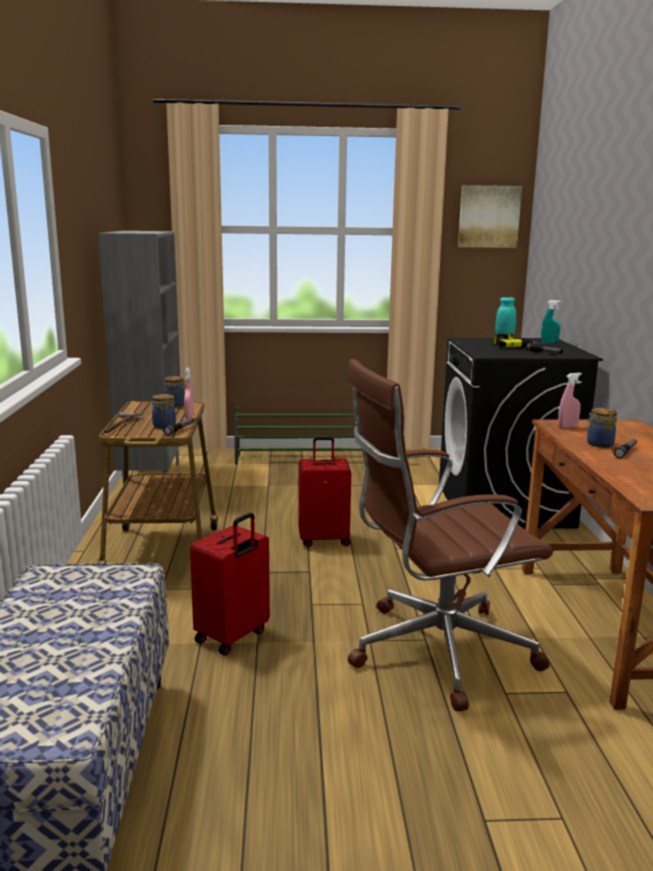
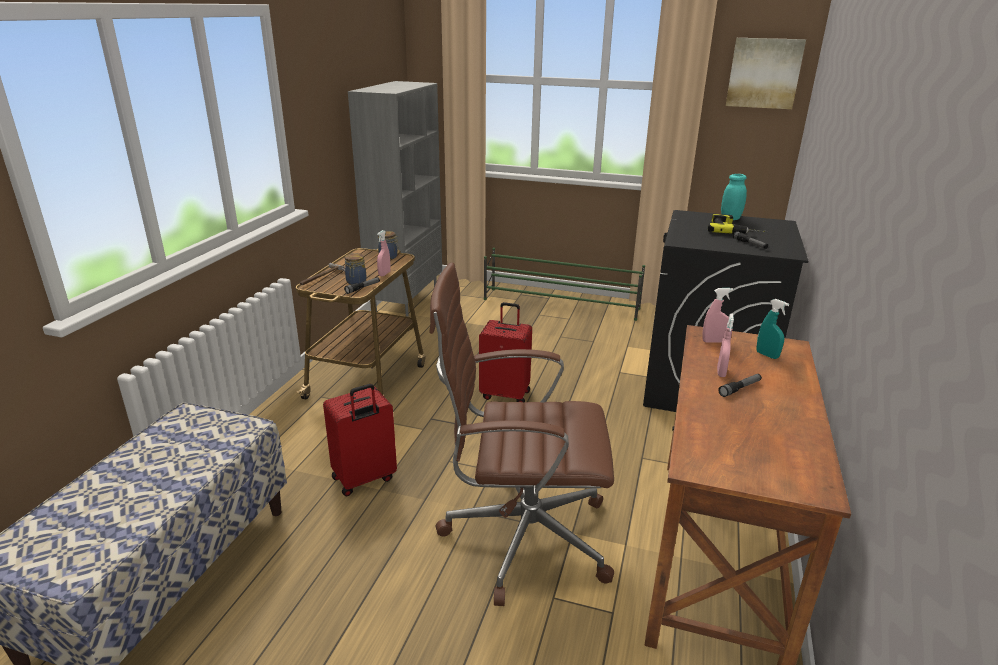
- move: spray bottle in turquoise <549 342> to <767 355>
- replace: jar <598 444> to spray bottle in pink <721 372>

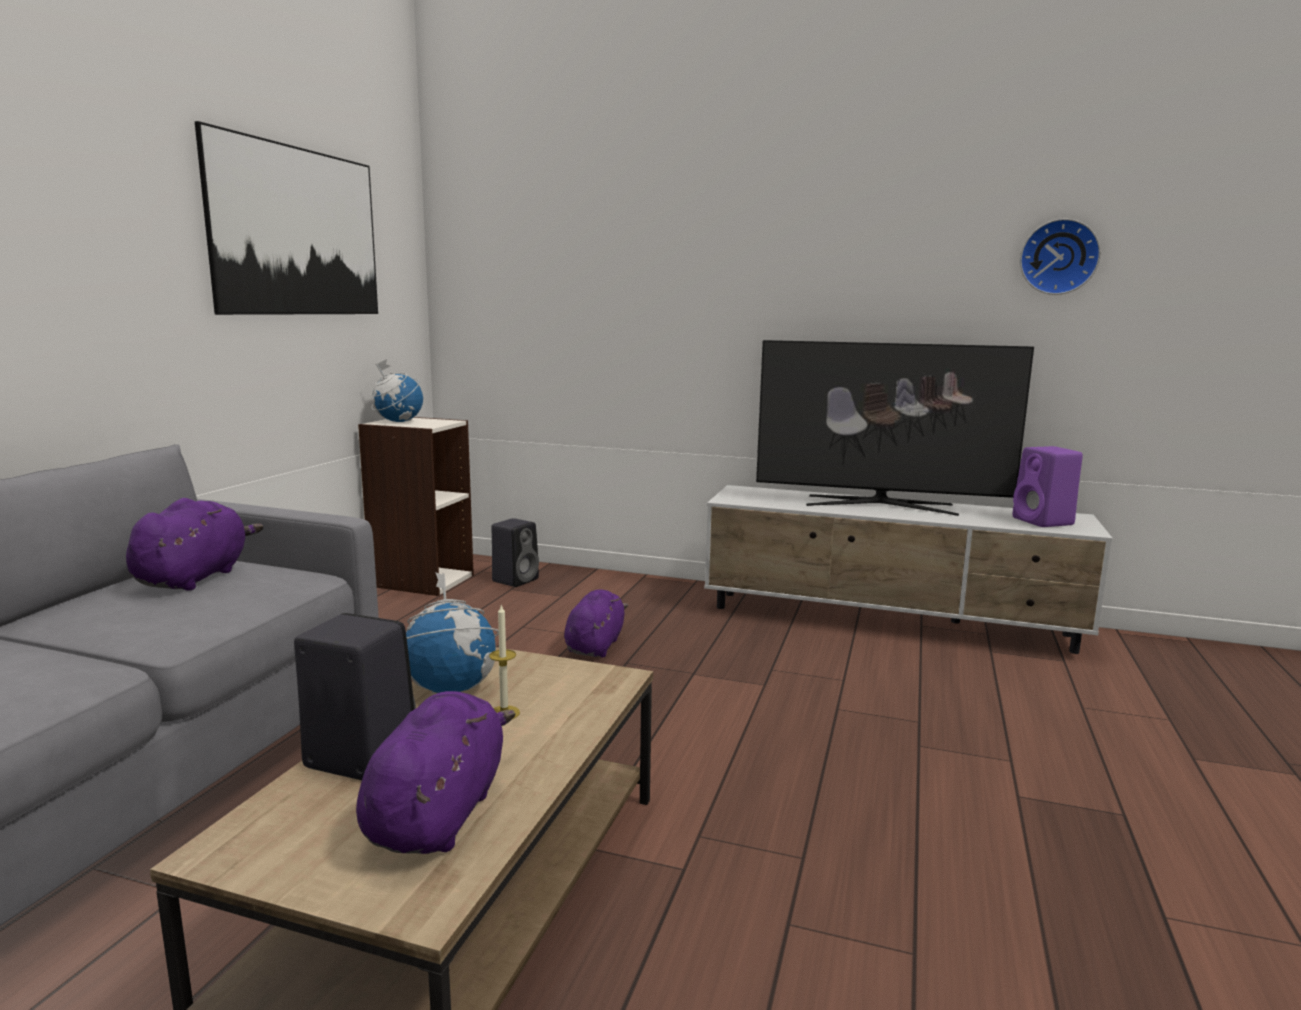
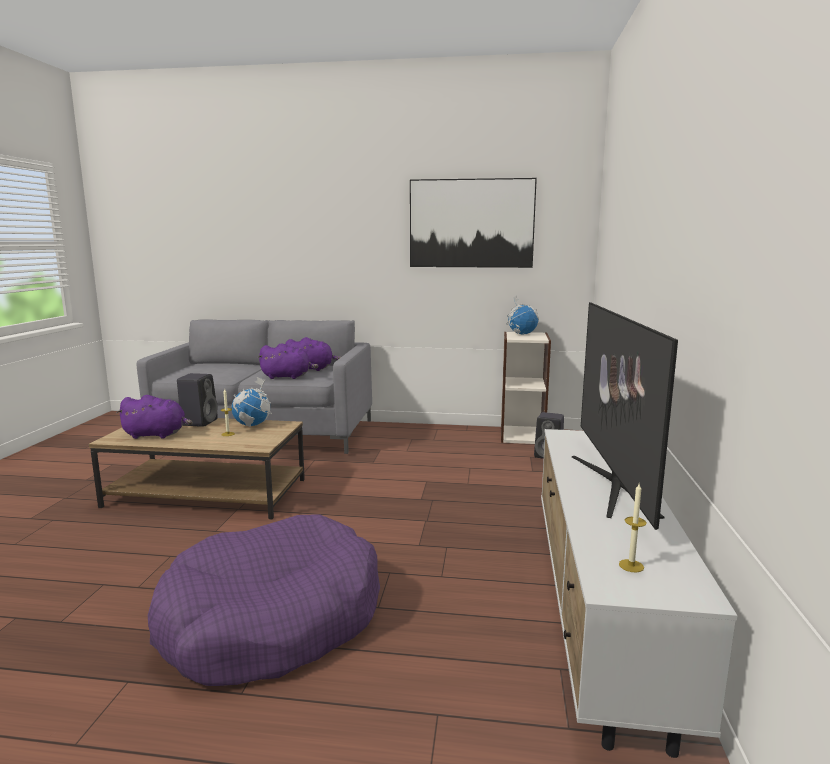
- delete: wall clock <1058 257>
- insert: dog bed in purple <271 620>
- move: plush toy in purple <595 645> to <288 377>
- replace: speaker in purple <1044 522> to candle <631 566>

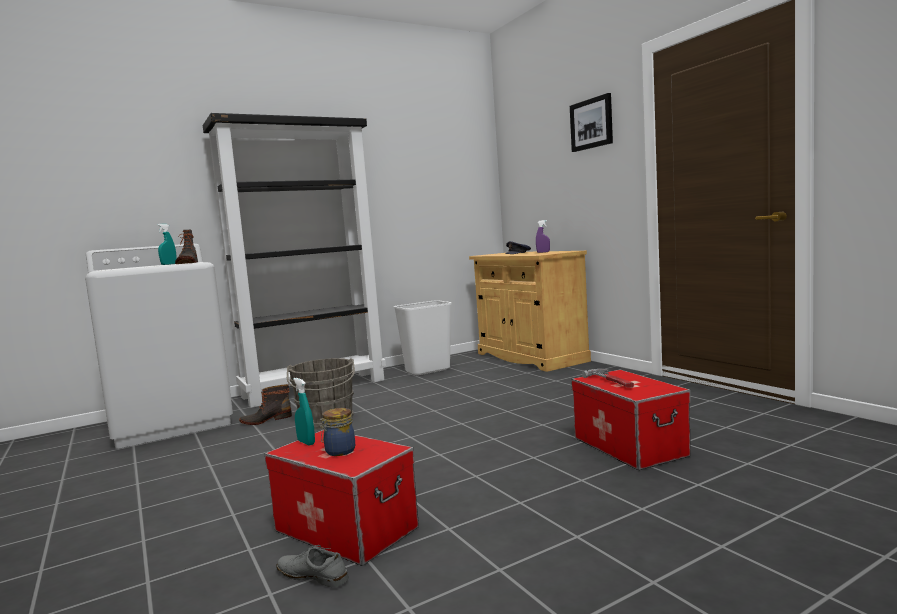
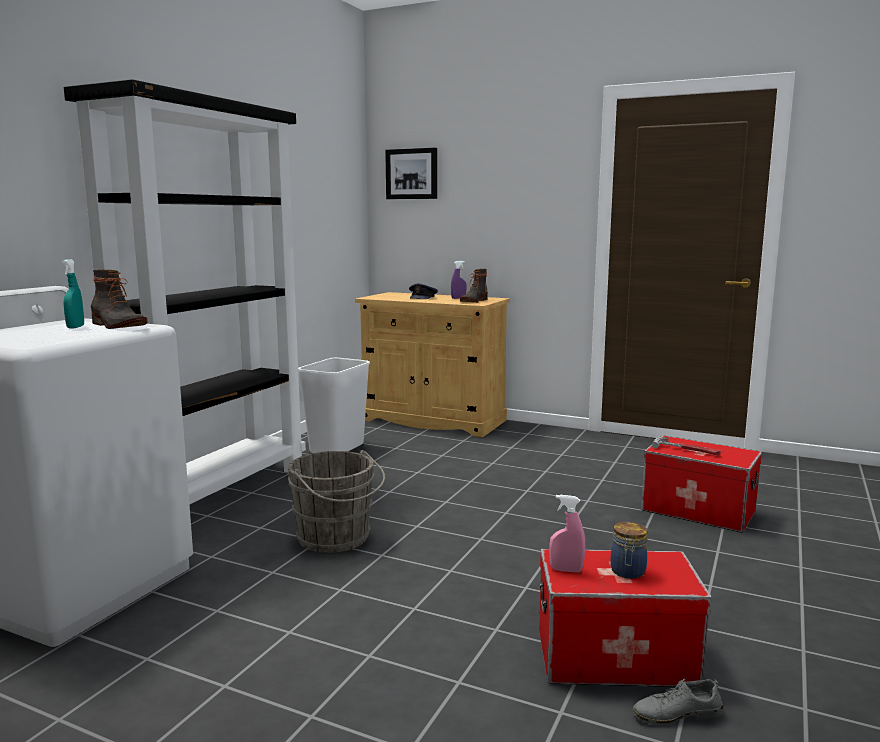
- move: boot <266 420> to <473 301>
- move: picture <591 123> to <412 174>
- recolor: spray bottle in turquoise <306 442> to spray bottle in pink <566 570>

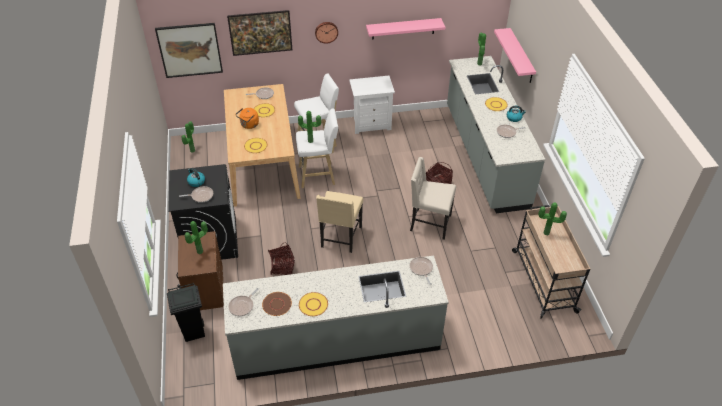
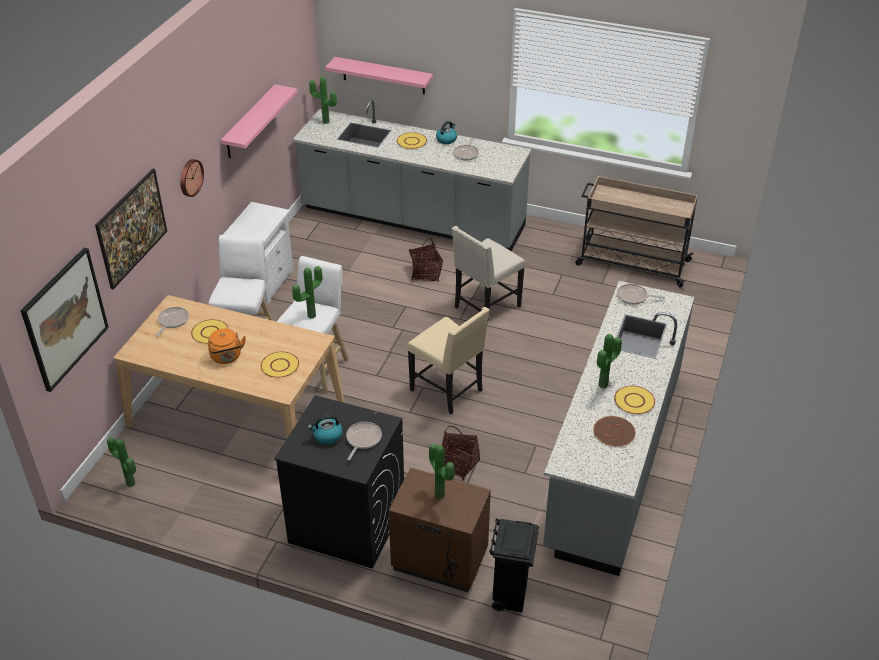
- delete: frying pan <242 306>
- move: potted plant <546 234> to <604 385>

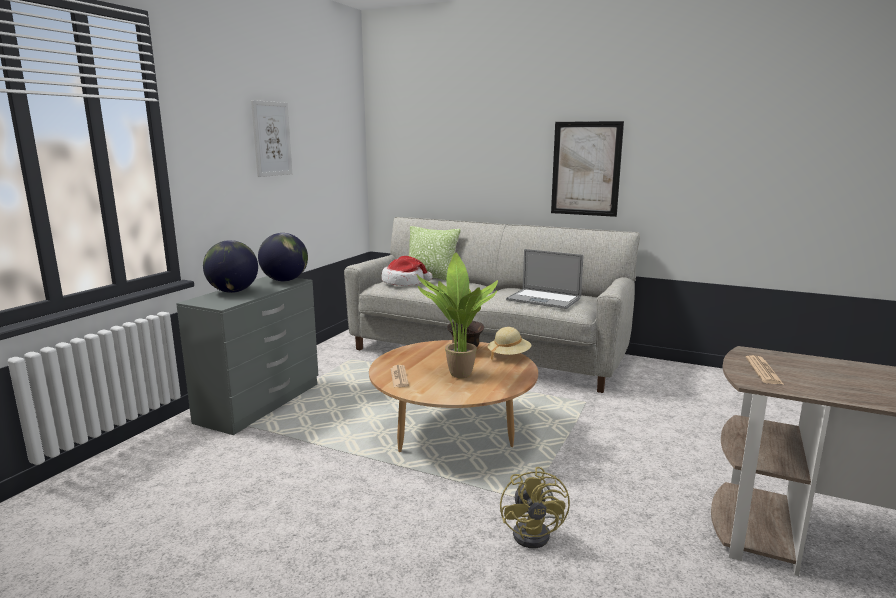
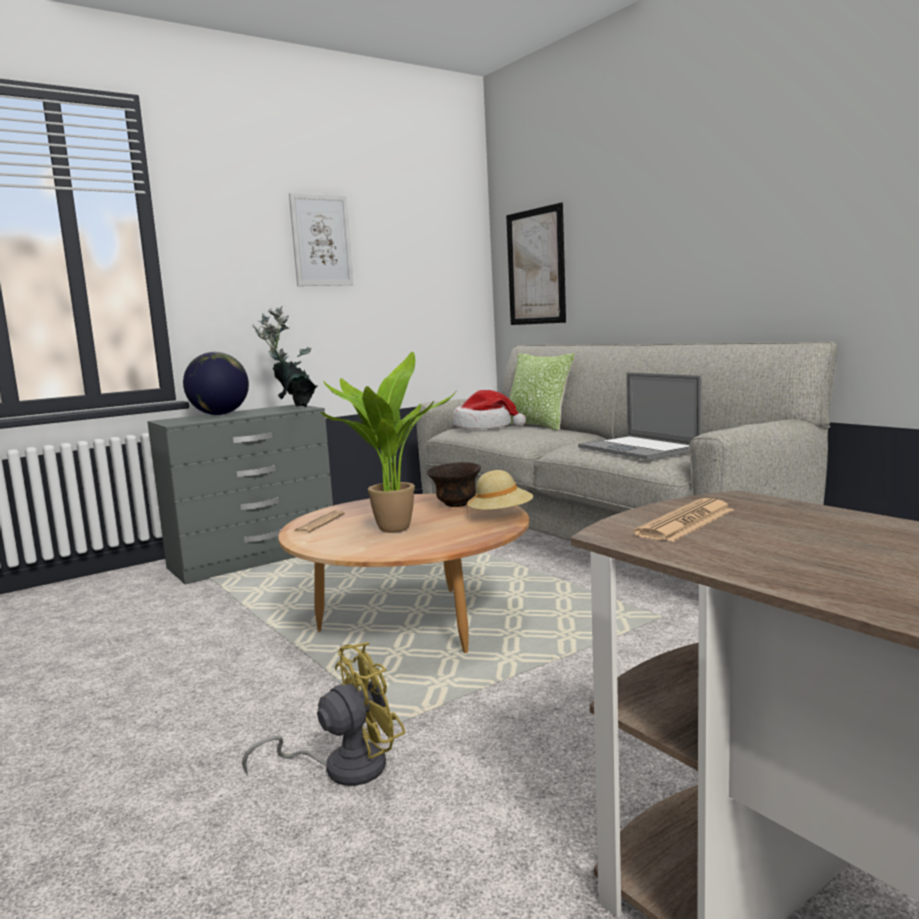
- move: picture <586 169> to <536 267>
- replace: globe <285 280> to potted plant <294 408>
- rotate: fan in yellow <536 533> = <343 767> 150 degrees counterclockwise

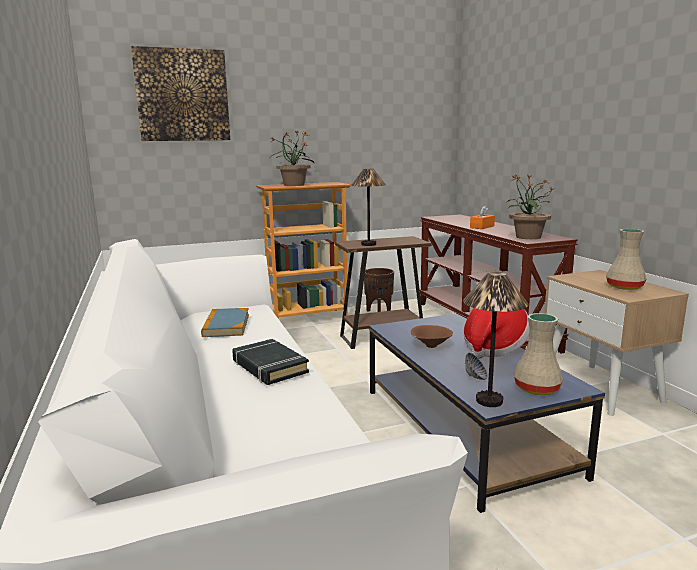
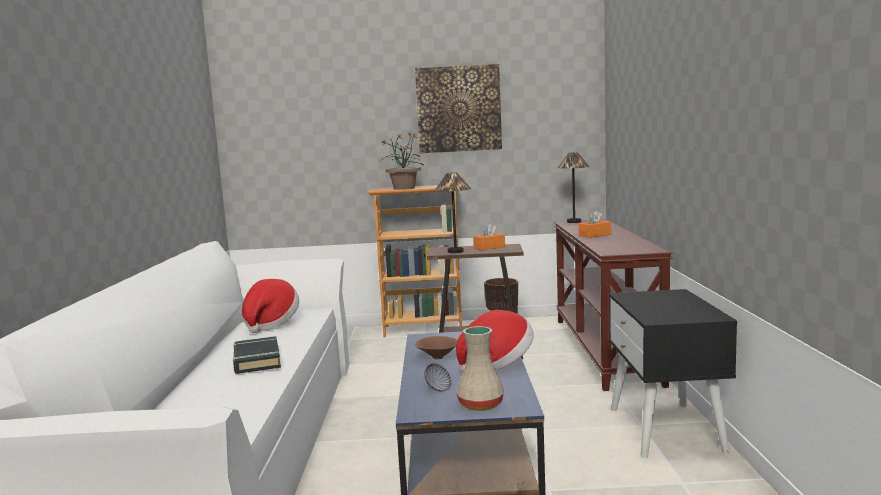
- delete: potted plant <527 237>
- delete: vase in beige <625 287>
- insert: tissue box in orange <489 247>
- move: picture <182 95> to <458 109>
- move: table lamp <490 401> to <574 222>
- replace: book <226 325> to hat <270 324>
- recolor: nightstand in beige <601 388> to nightstand in black <666 429>

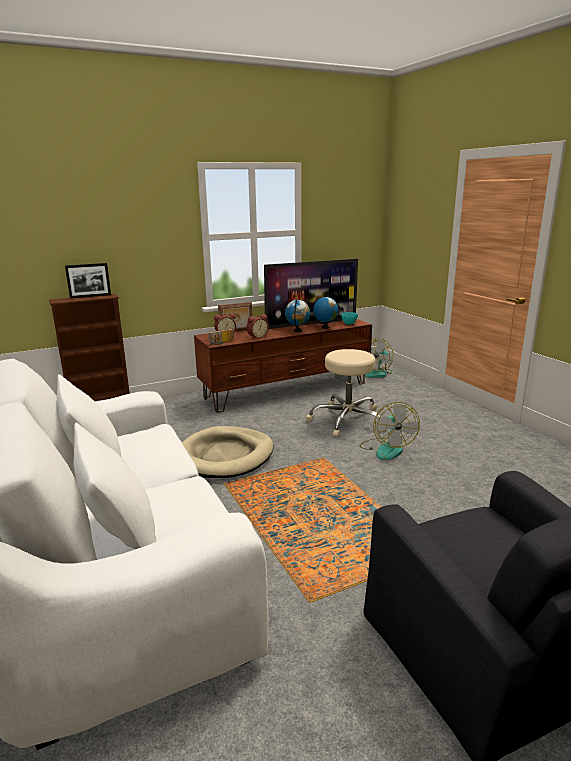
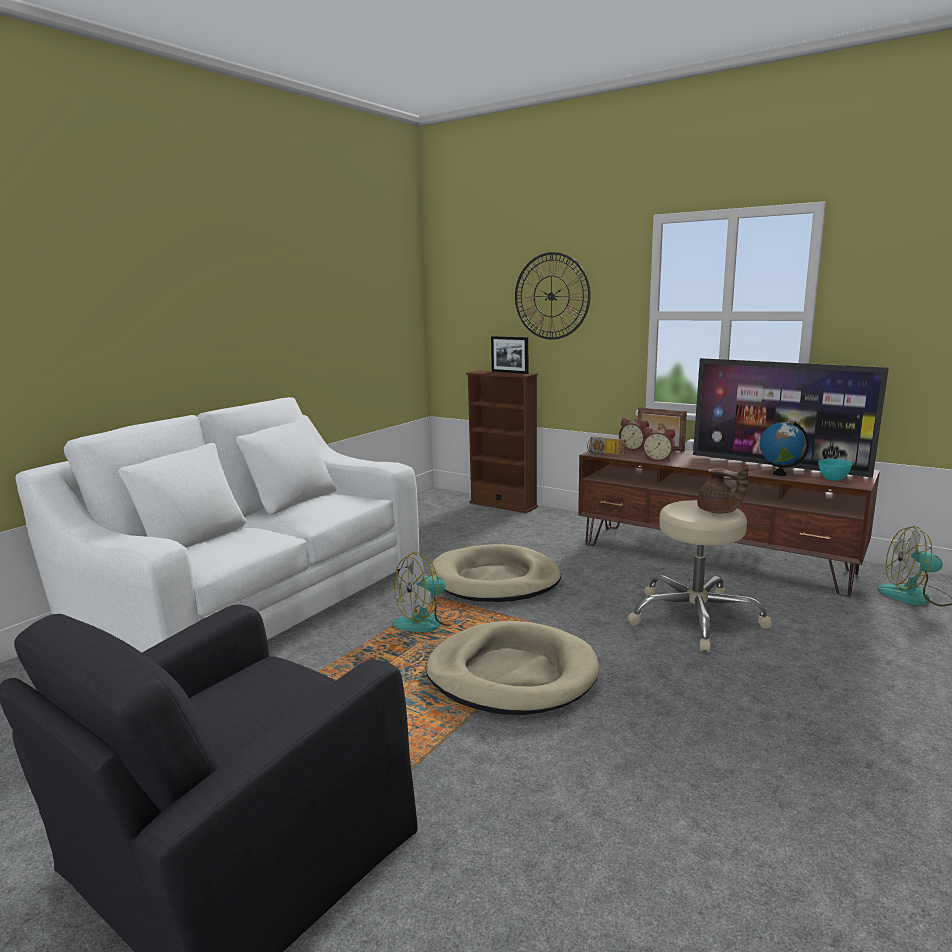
- delete: globe <297 331>
- insert: dog bed in beige <512 674>
- insert: wall clock <551 296>
- insert: teapot in brown <718 512>
- move: fan <386 448> to <428 622>

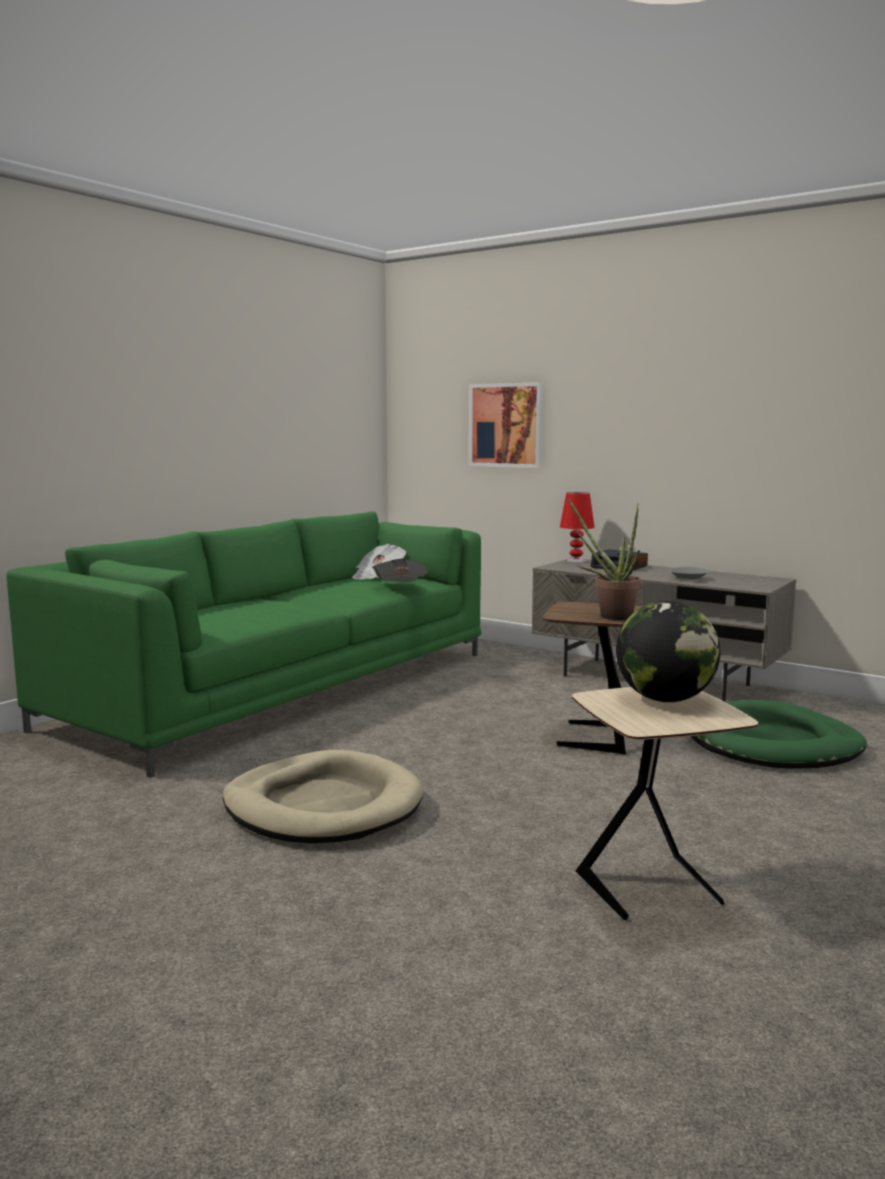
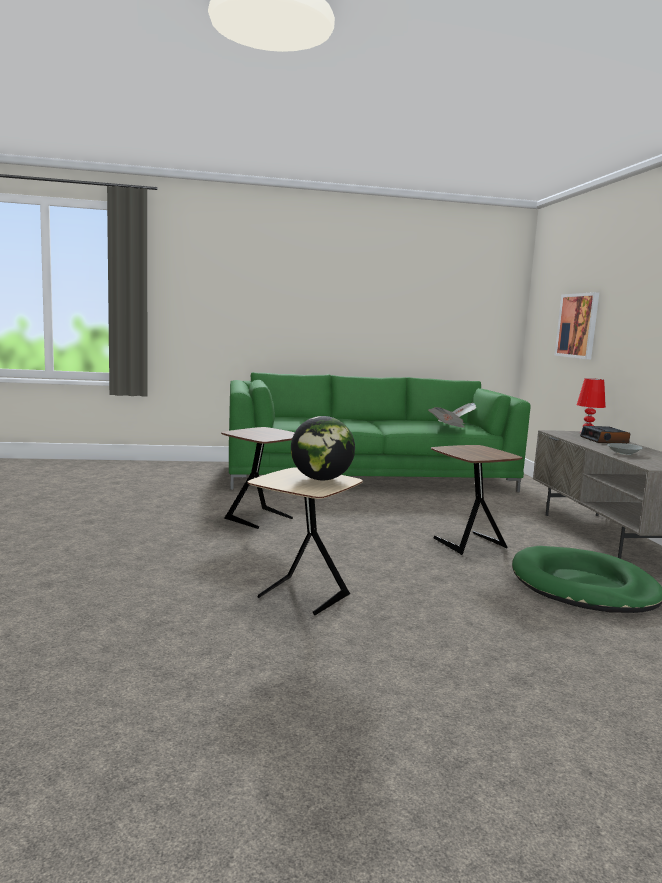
- delete: potted plant <609 616>
- replace: dog bed in beige <323 806> to side table in brown <261 519>

